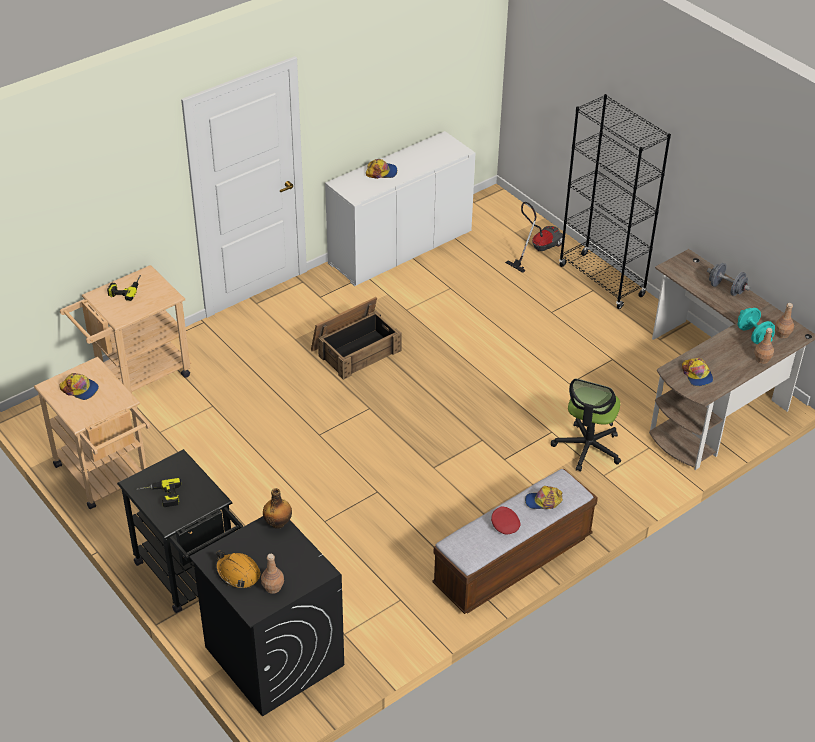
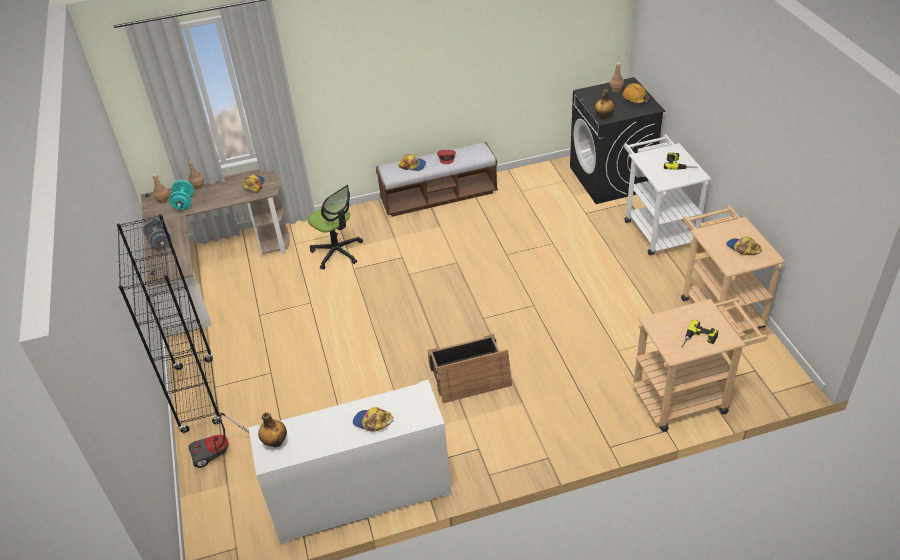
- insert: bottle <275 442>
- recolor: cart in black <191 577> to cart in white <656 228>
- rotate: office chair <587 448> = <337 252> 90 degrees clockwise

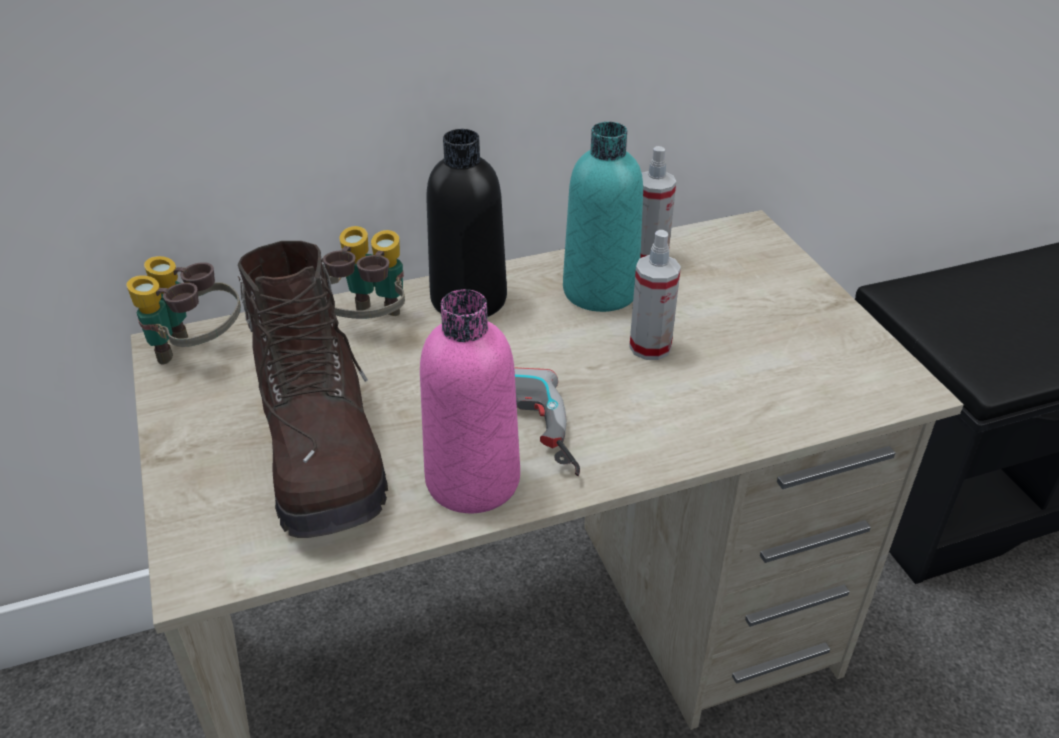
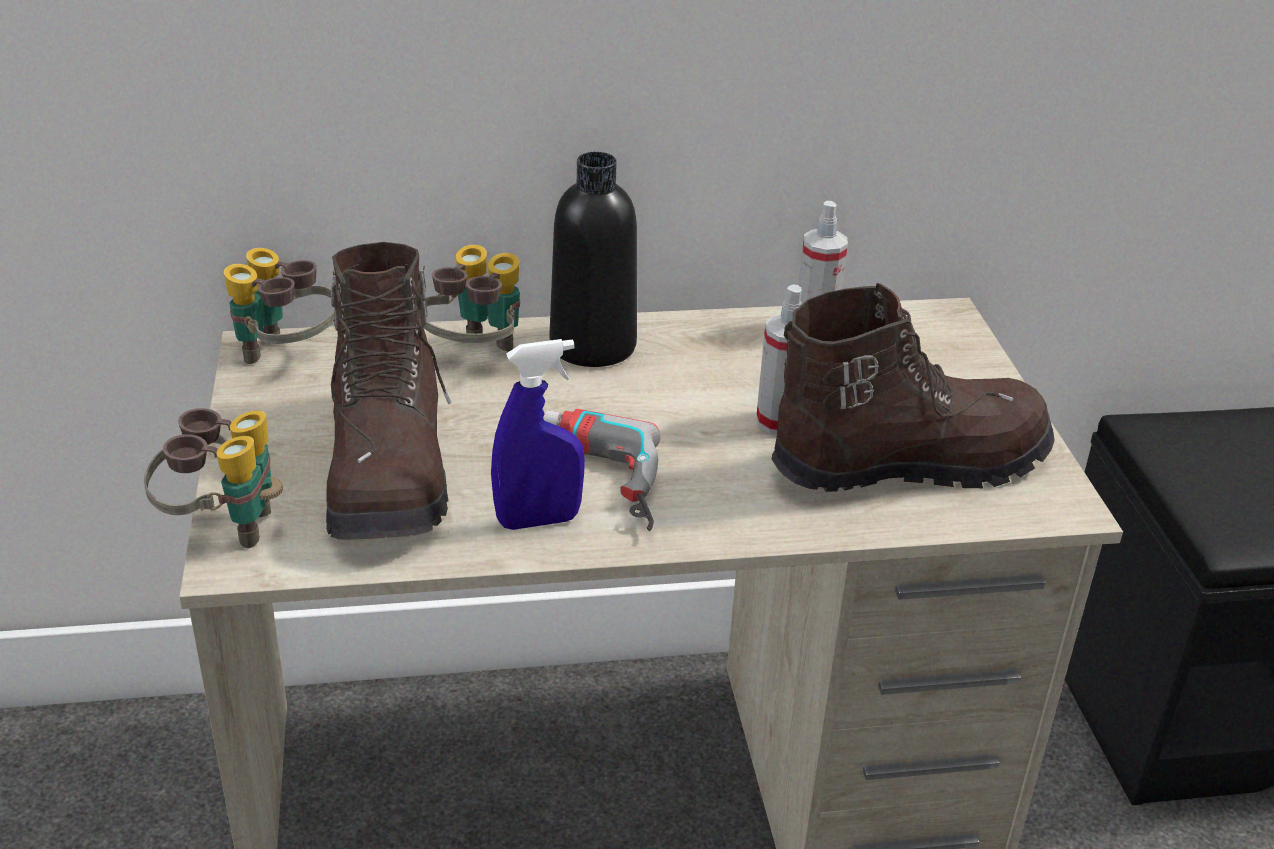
- delete: bottle in turquoise <600 291>
- insert: binoculars <223 526>
- insert: boot in brown <907 463>
- replace: bottle in pink <473 480> to spray bottle in blue <538 520>

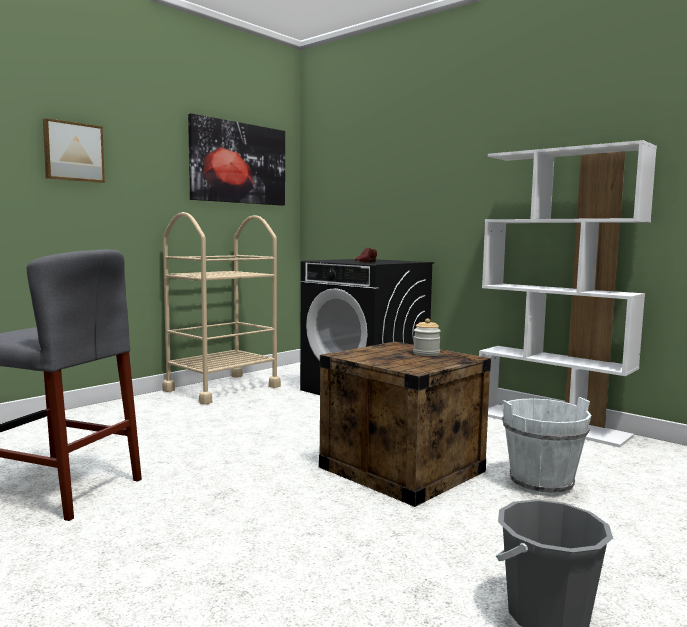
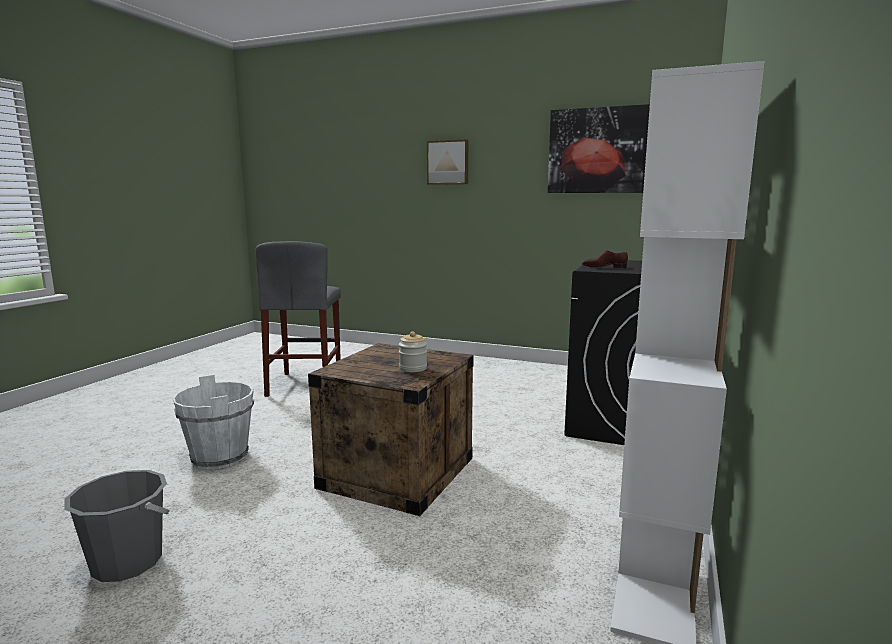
- delete: cart in beige <222 388>
- move: bucket in white <541 483> to <220 457>

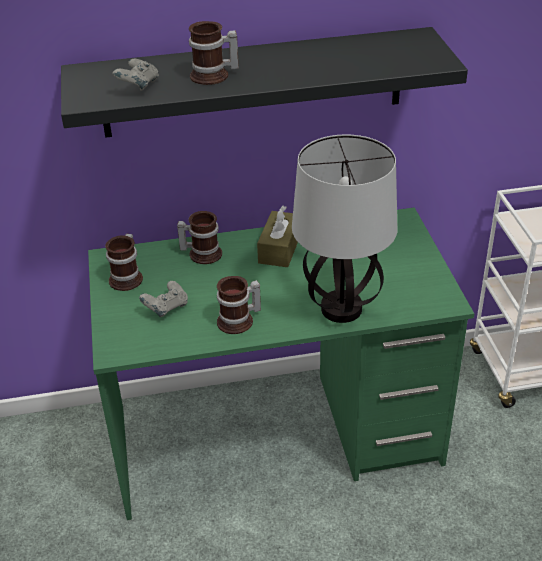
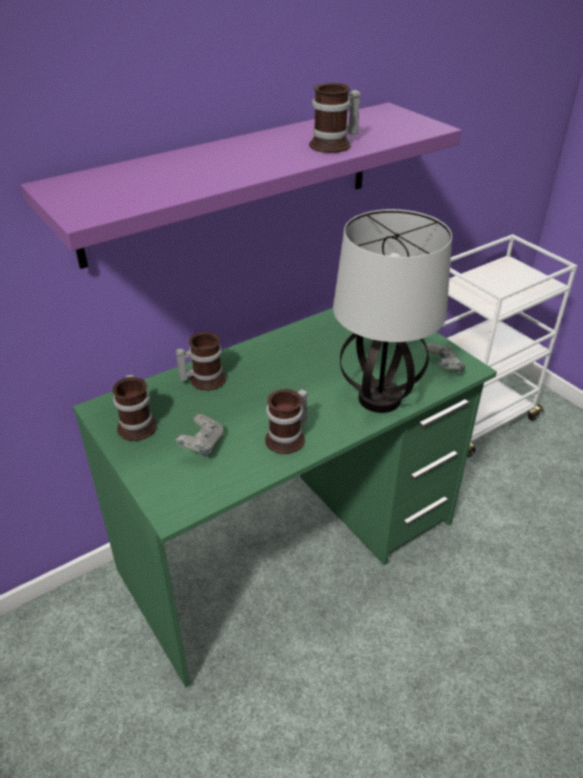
- delete: tissue box in brown <279 248>
- move: game controller in grey <138 87> to <442 368>
- move: mug <213 76> to <334 145>
- recolor: shelf in black <253 83> to shelf in purple <232 182>

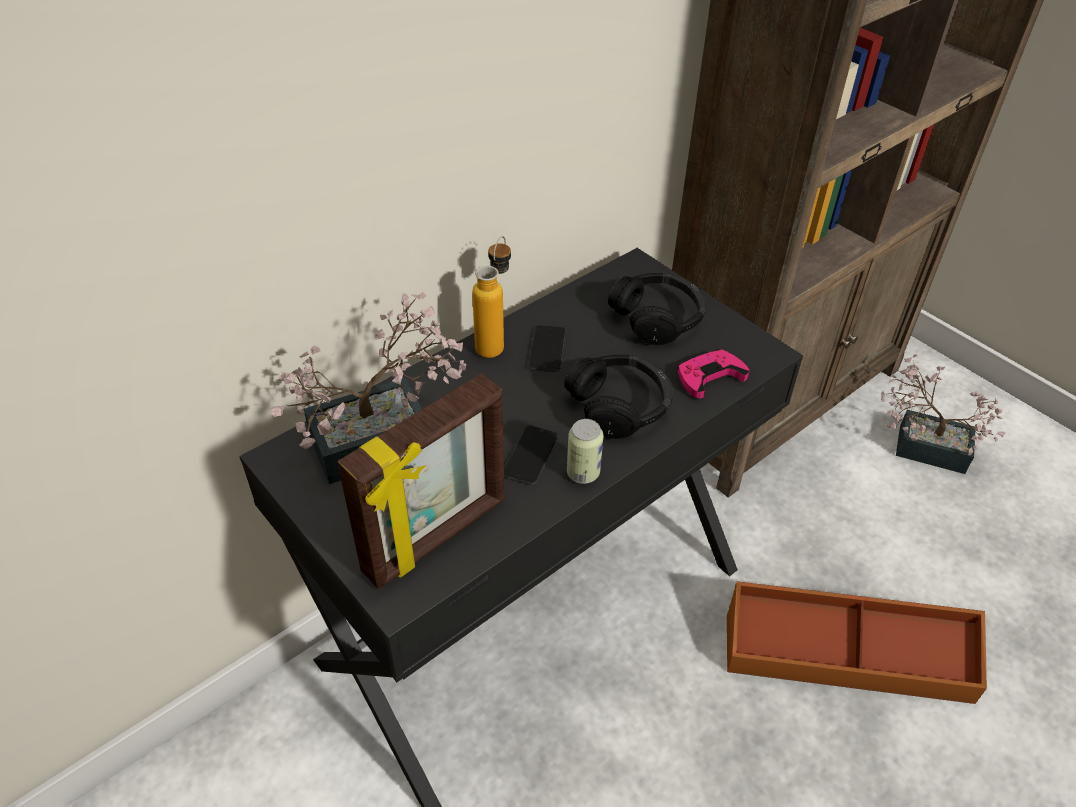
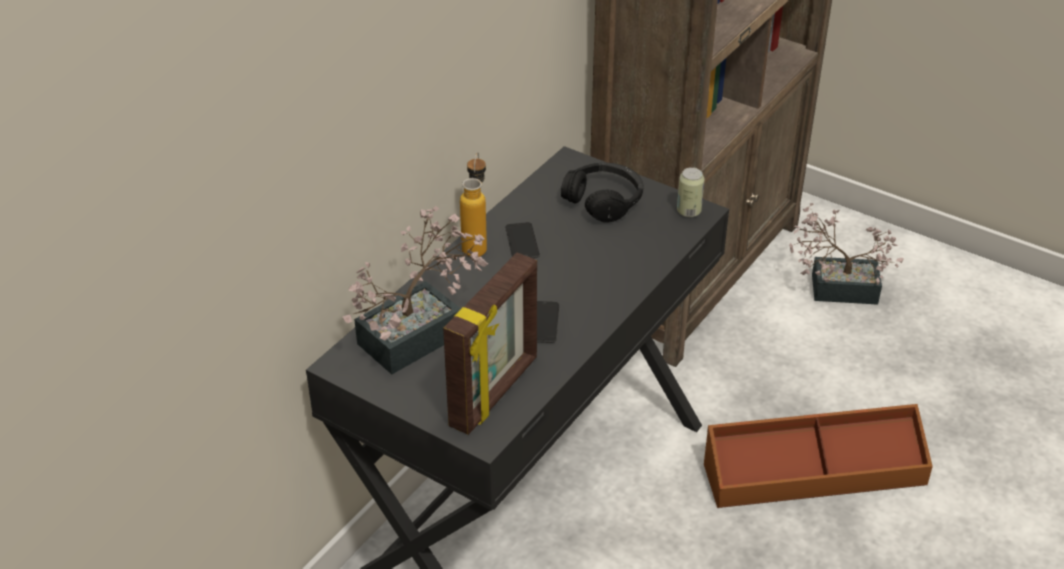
- delete: headphones in black <620 405>
- delete: game controller in pink <709 377>
- move: can <583 473> to <688 211>

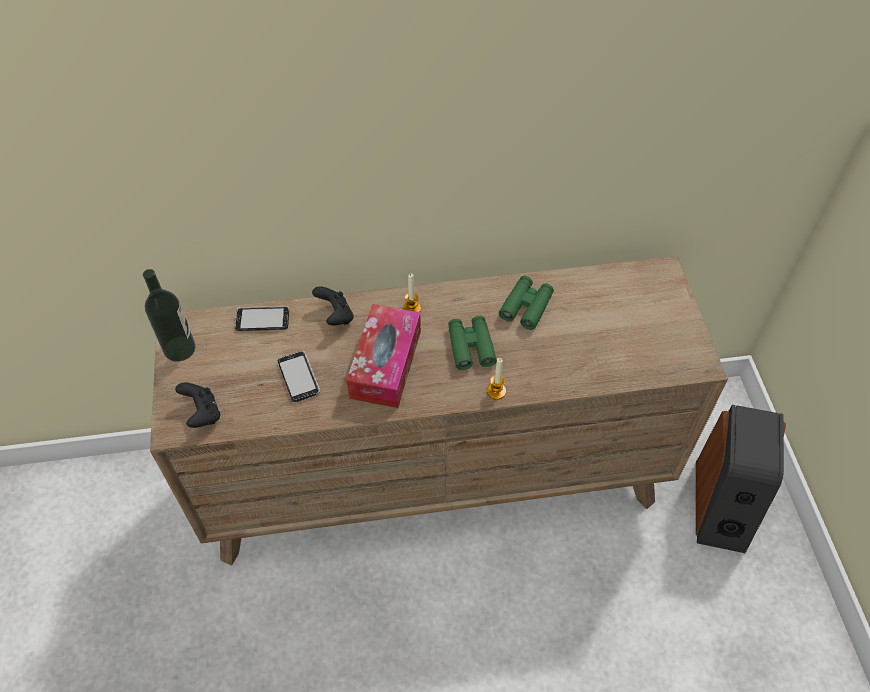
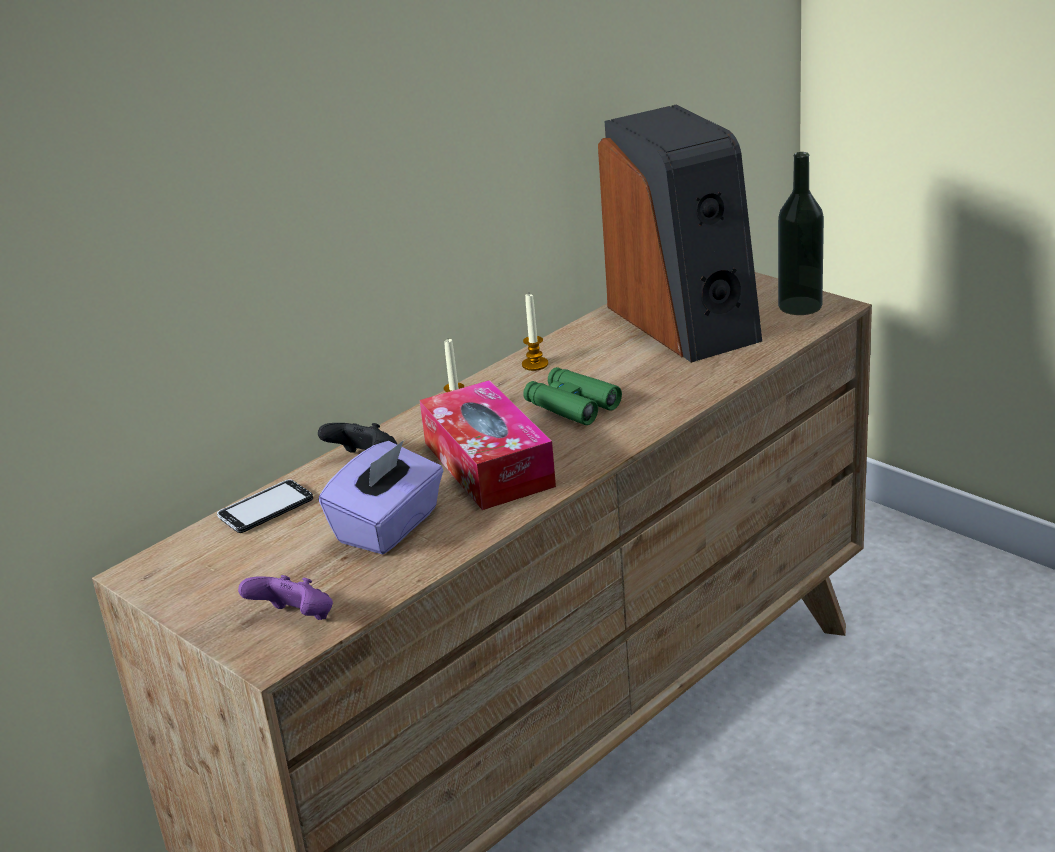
- delete: binoculars in green <526 306>
- move: bottle <179 349> to <800 306>
- move: candle <496 391> to <535 364>
- move: speaker <722 505> to <685 321>
- replace: phone <299 377> to tissue box in purple <389 527>
- recolor: game controller in black <202 414> to game controller in purple <295 620>

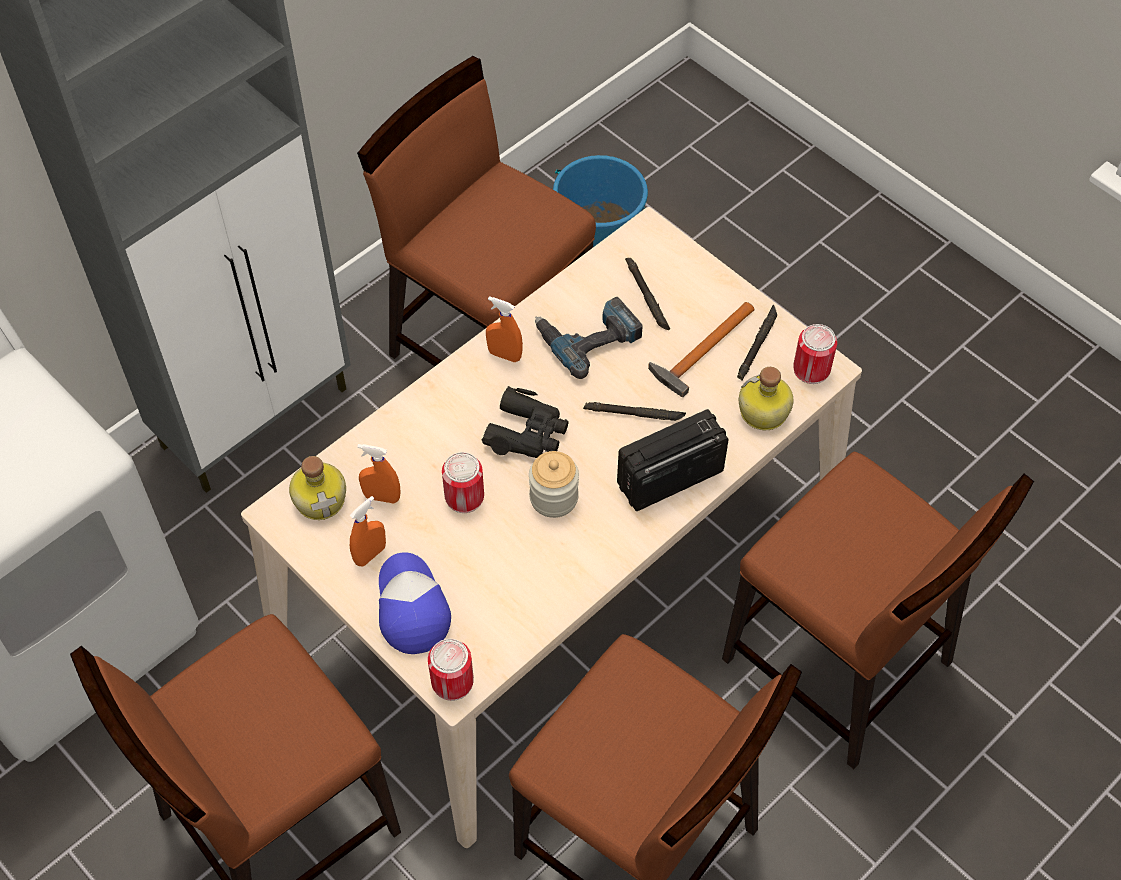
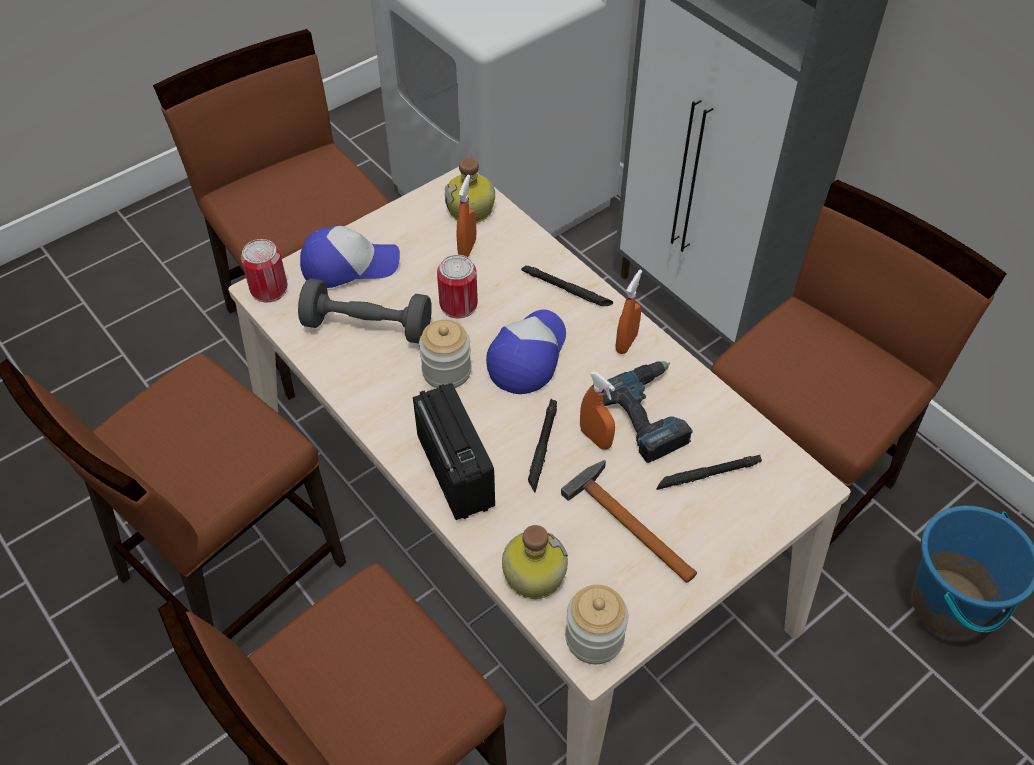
- insert: dumbbell in grey <368 327>
- move: spray bottle in orange <370 554> to <595 438>
- move: flashlight in black <757 345> to <566 289>
- replace: binoculars in black <527 432> to cap <527 355>
- replace: can <811 369> to jar <594 638>

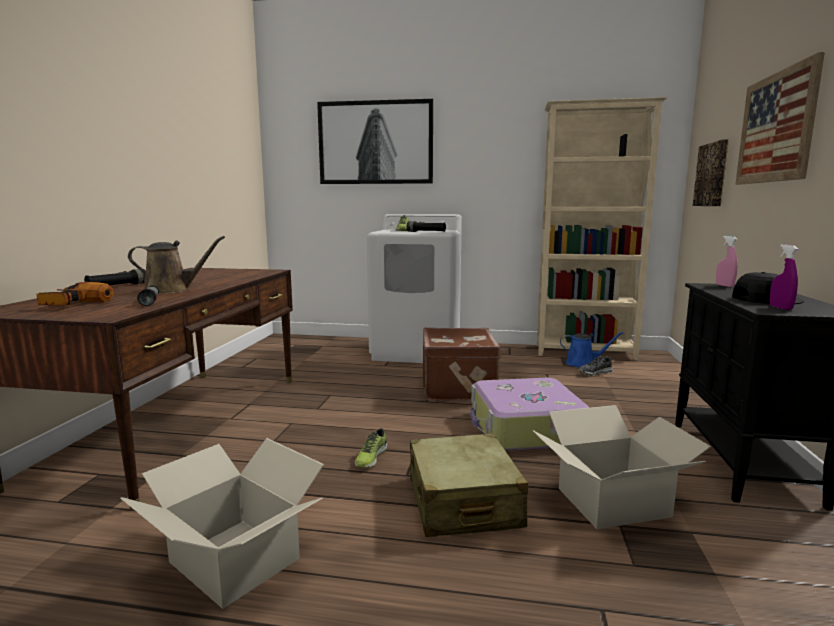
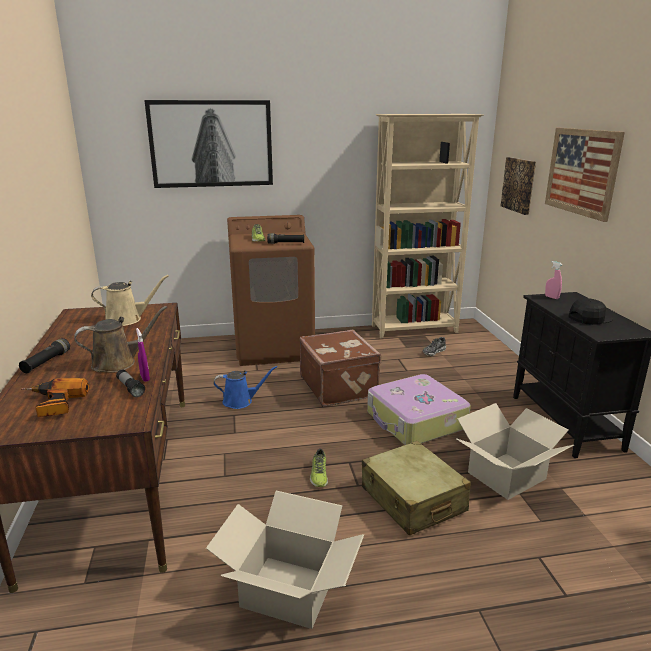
- insert: watering can in beige <127 319>
- move: watering can in blue <583 364> to <240 401>
- move: spray bottle in purple <780 308> to <145 378>
- recolor: washing machine in white <417 351> to washing machine in brown <274 347>

